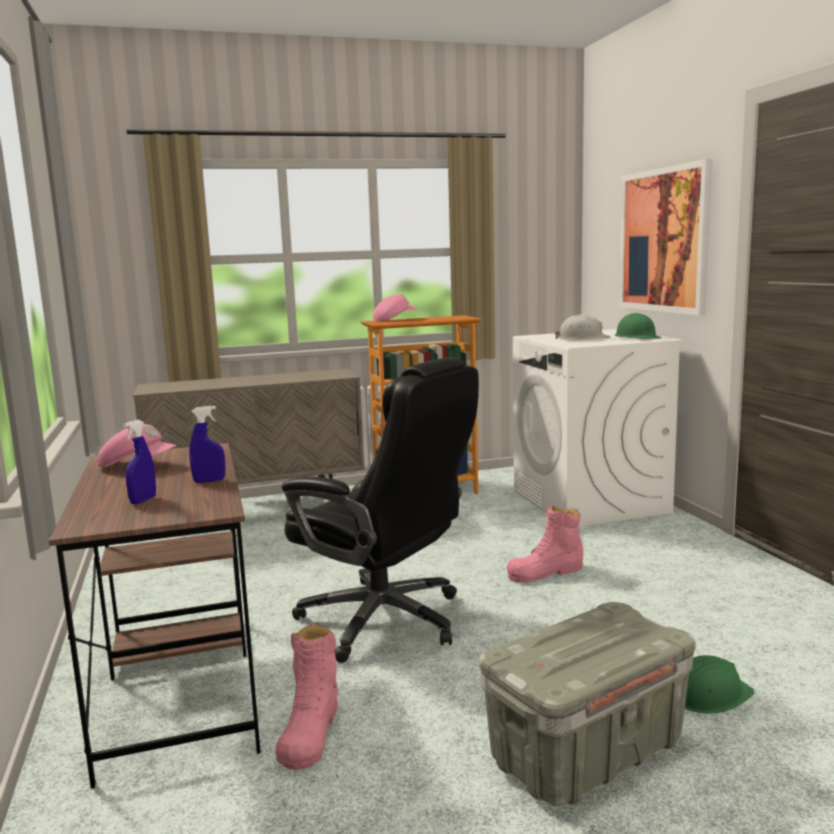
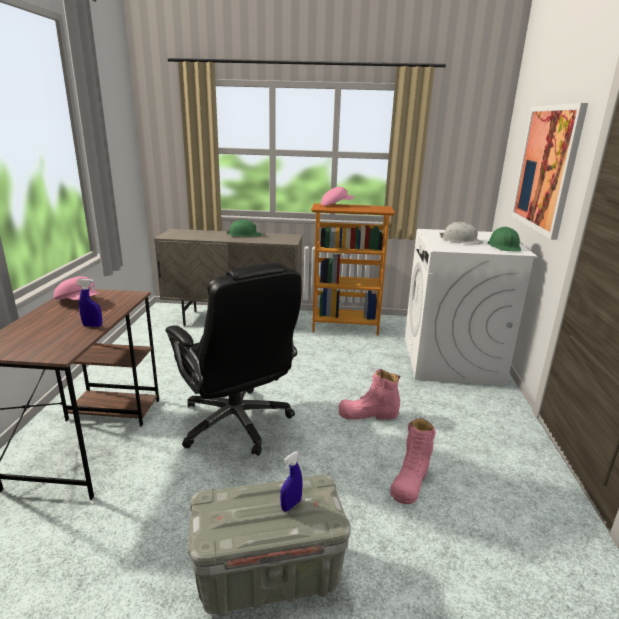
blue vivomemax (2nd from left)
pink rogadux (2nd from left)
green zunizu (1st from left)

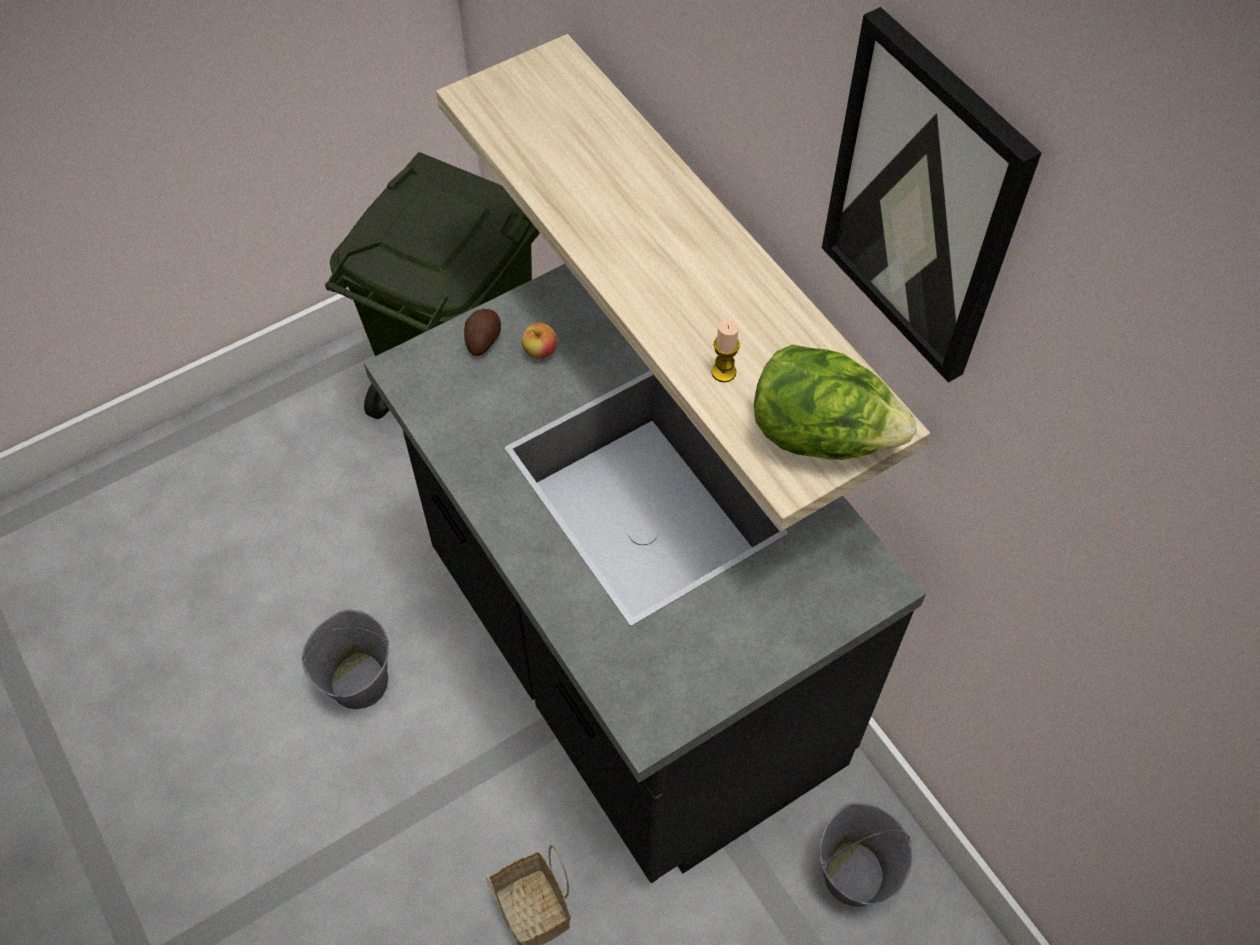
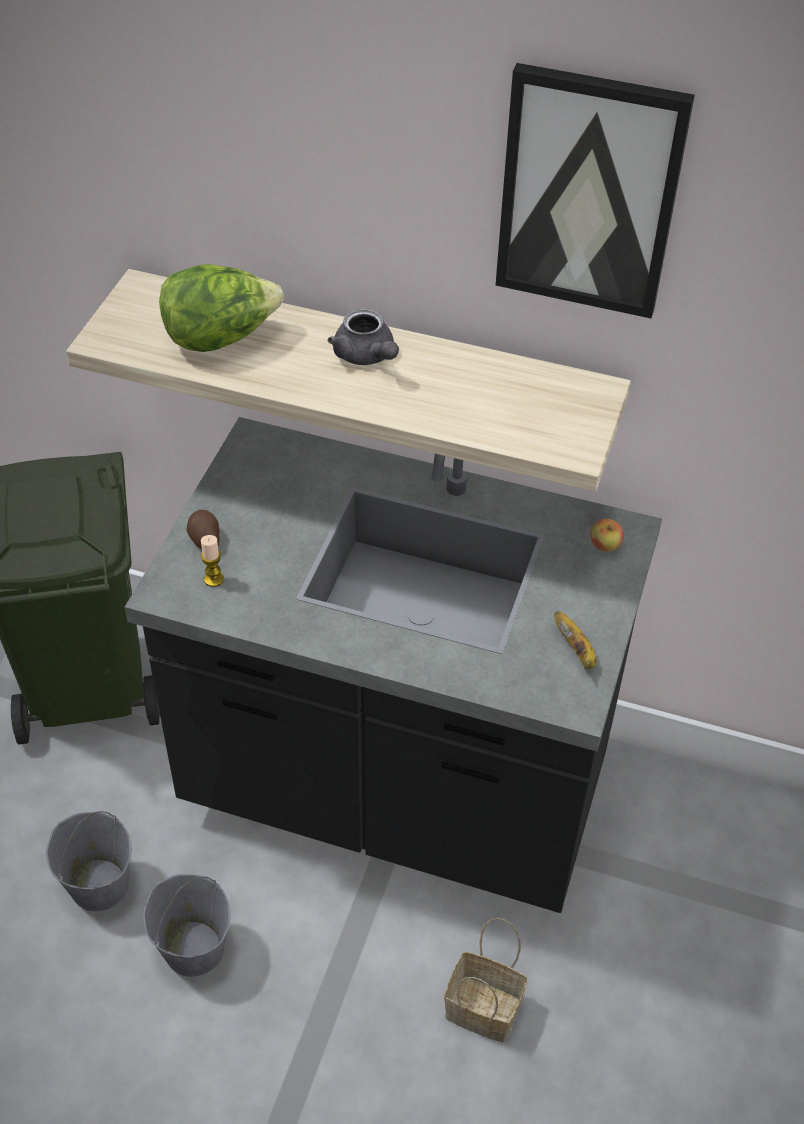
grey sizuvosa
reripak
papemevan
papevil
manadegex
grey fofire (1st from left)

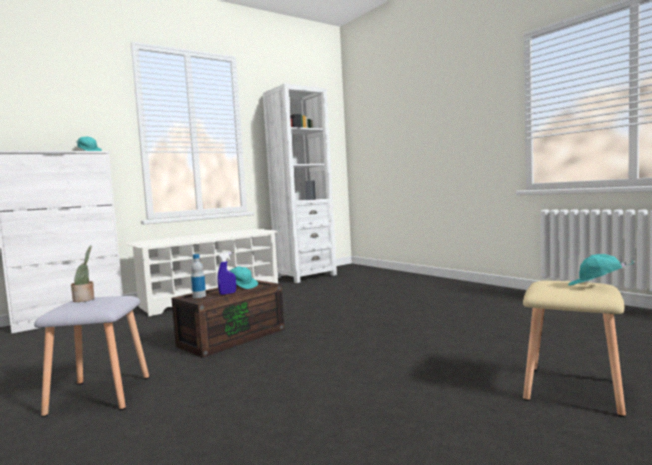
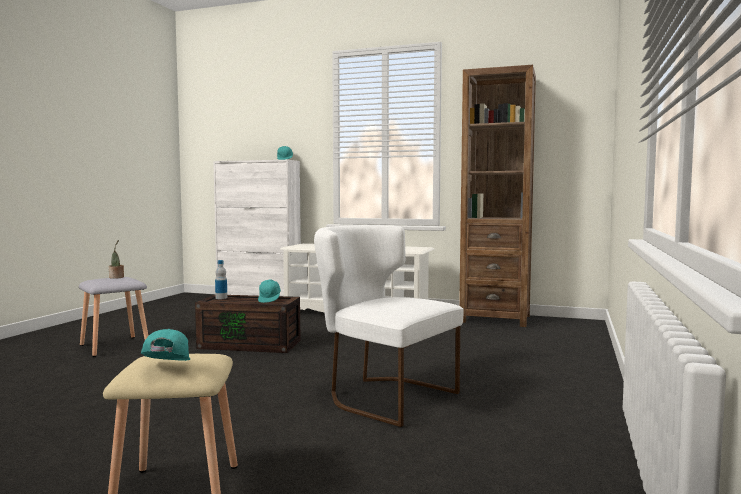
blue vivomemax
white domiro
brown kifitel

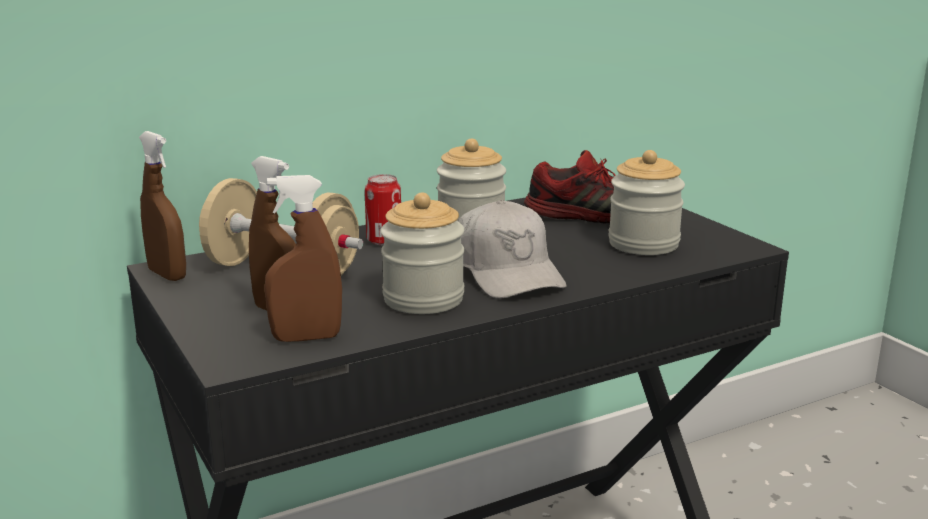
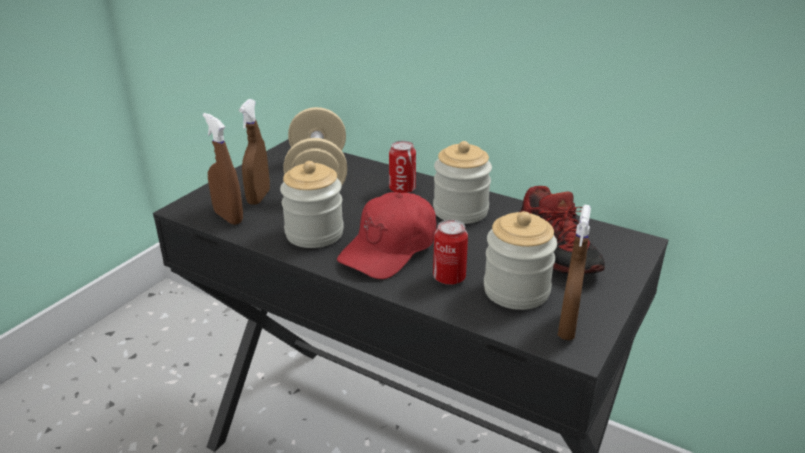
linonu (2nd from left)
brown vivomemax (3rd from left)
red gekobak

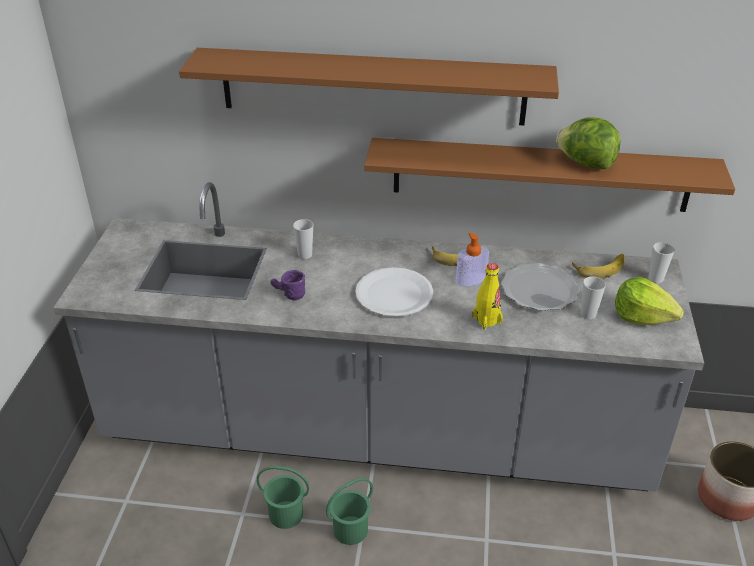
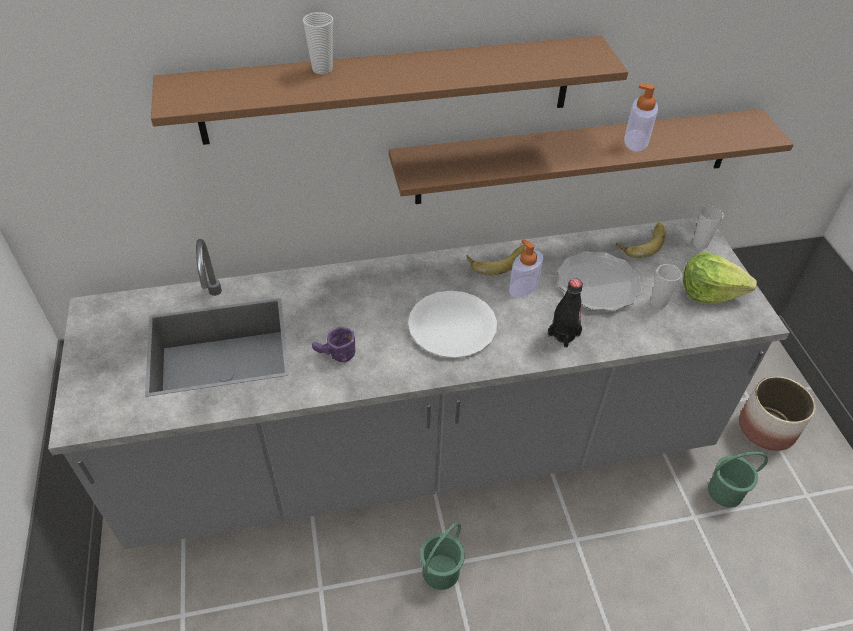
green fofire (2nd from left)
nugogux (1st from left)
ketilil (2nd from left)
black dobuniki

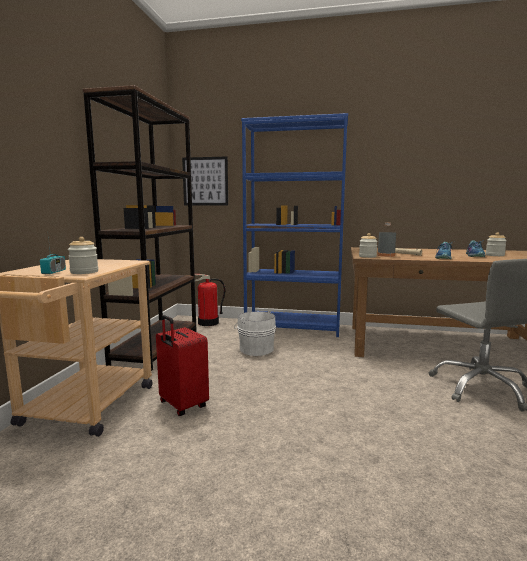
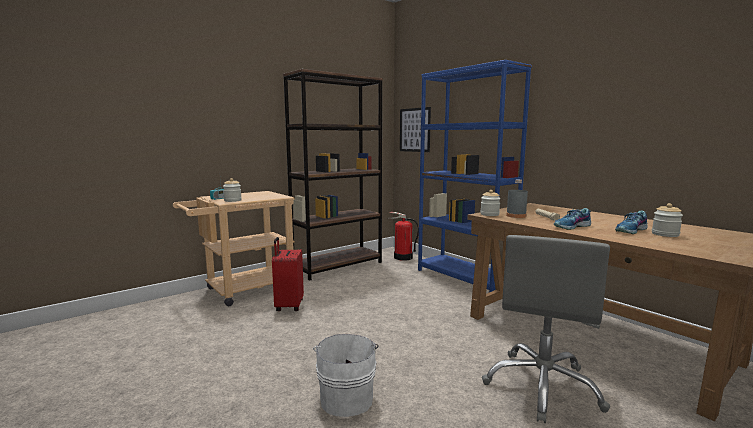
white fofire

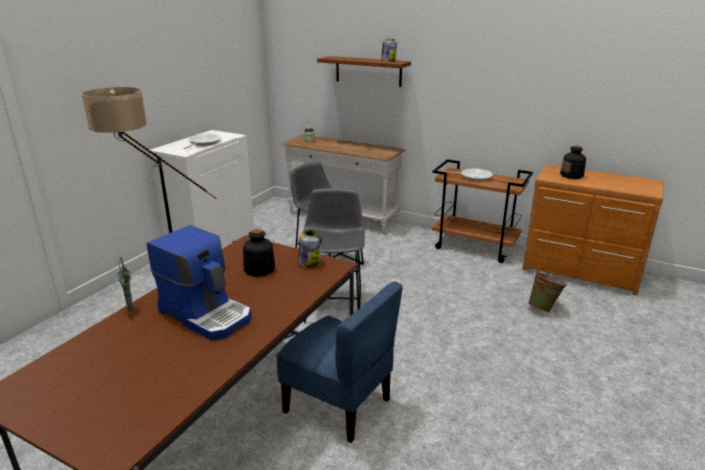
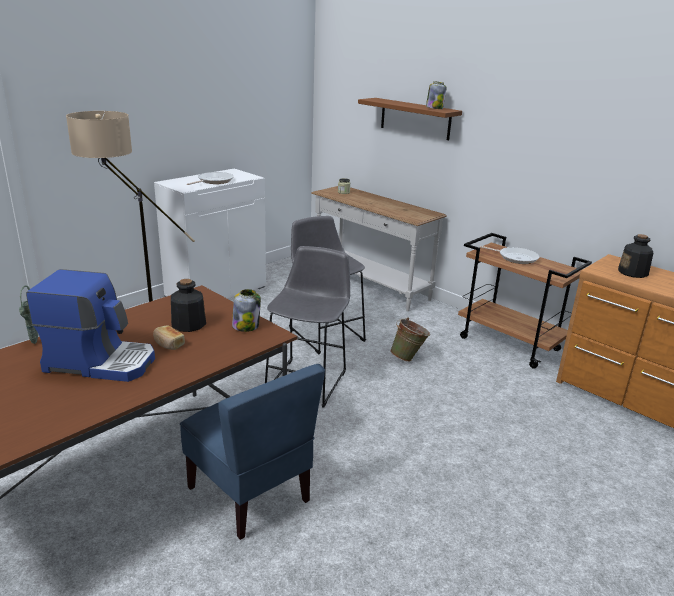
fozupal
green fofire
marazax

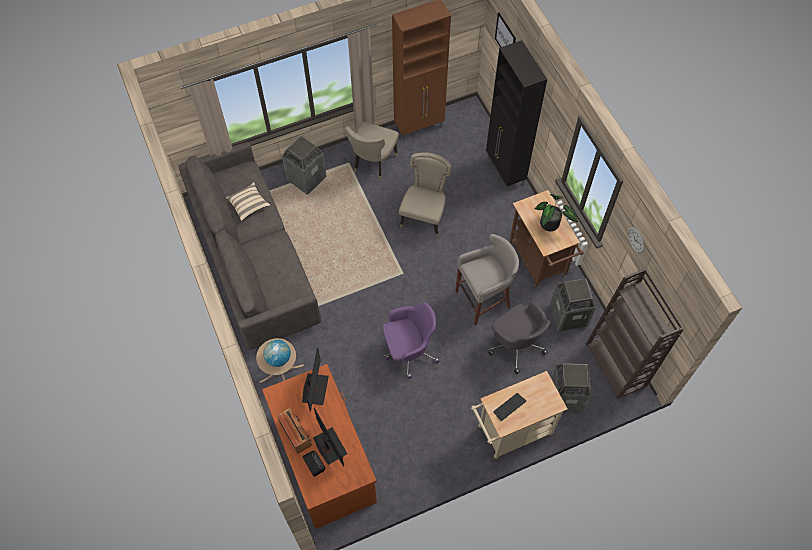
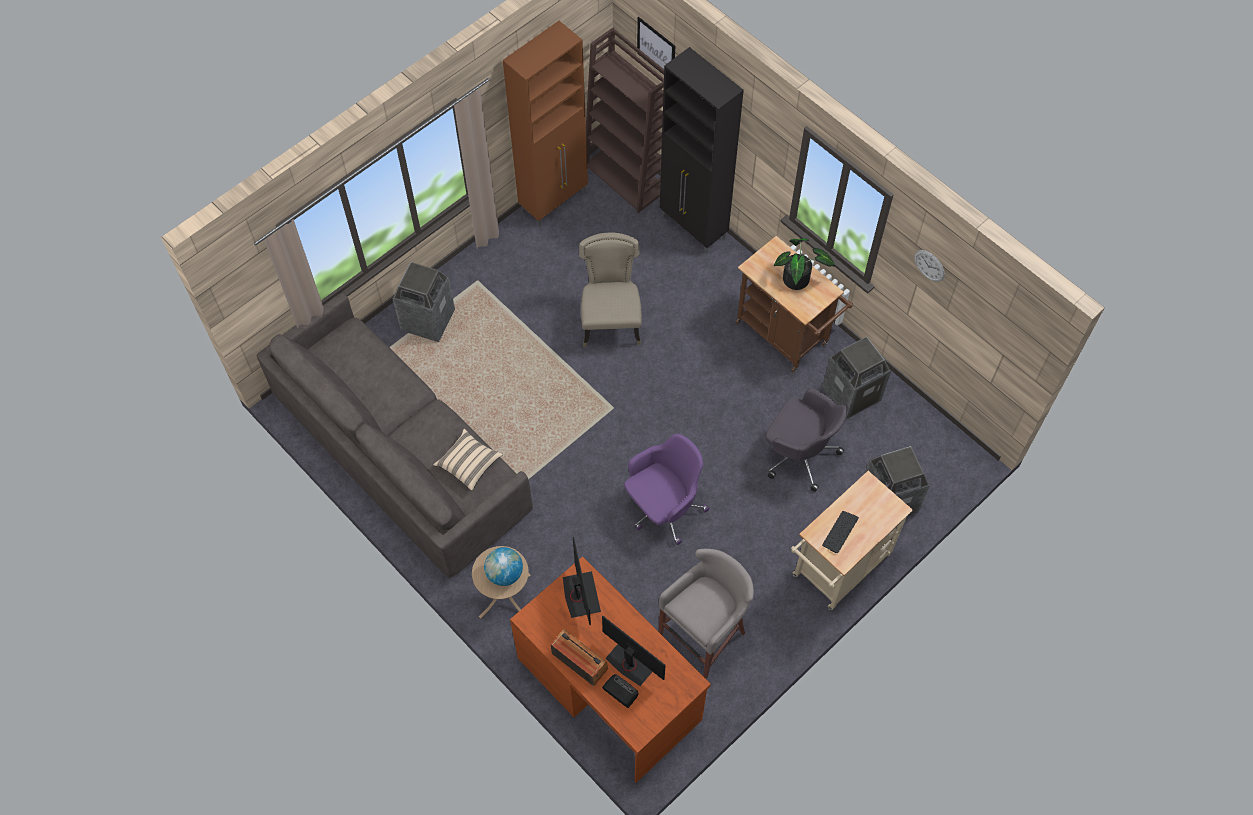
beige domiro (1st from left in the first image)
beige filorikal
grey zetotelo
brown kifitel

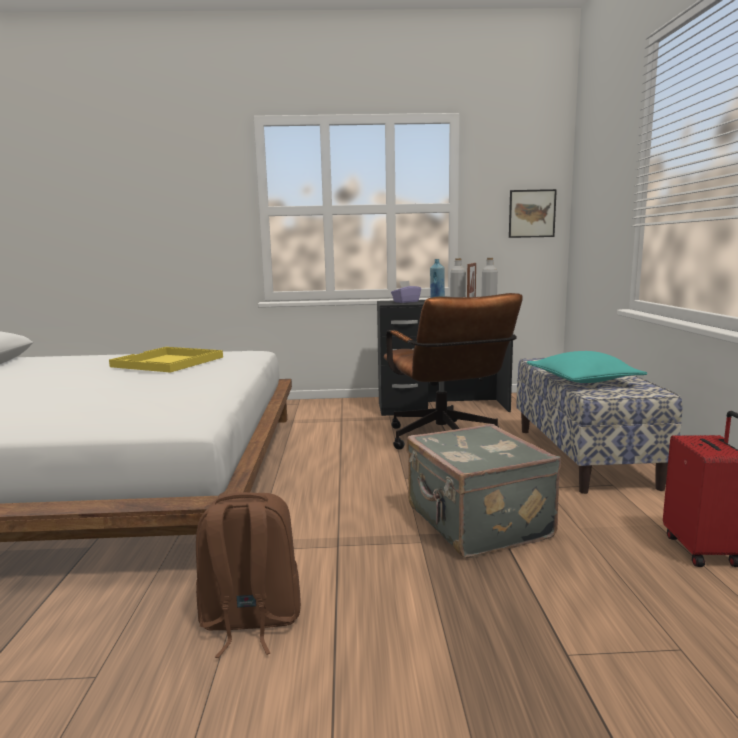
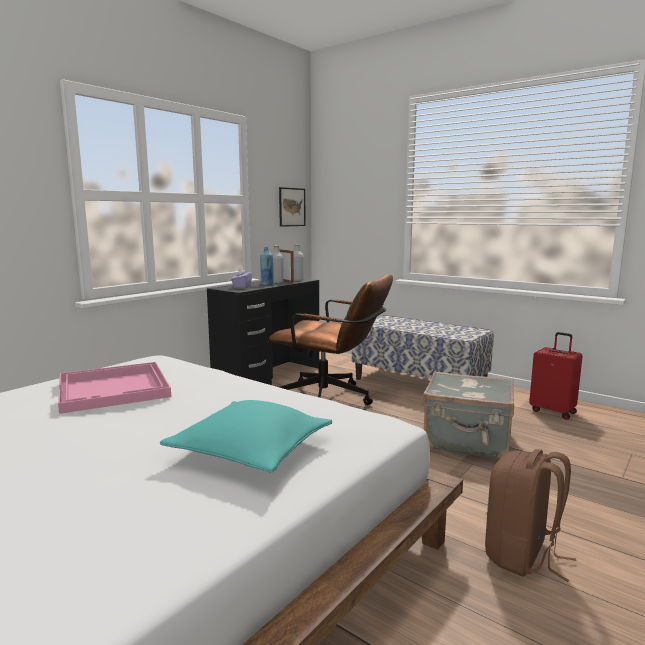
turquoise filorikal
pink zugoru

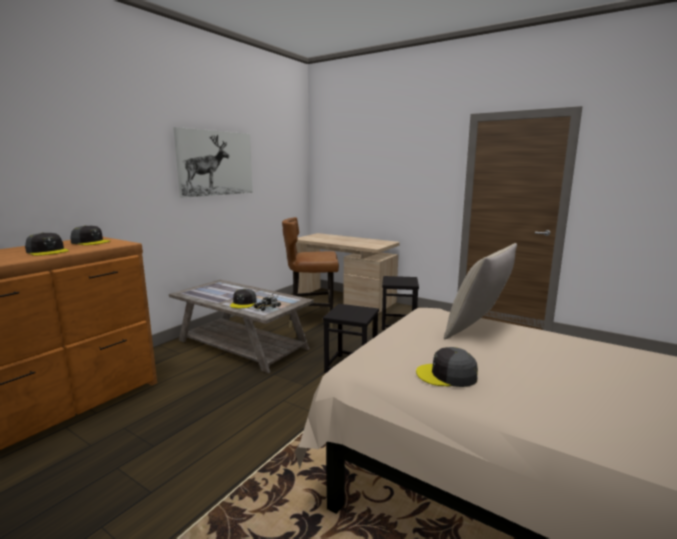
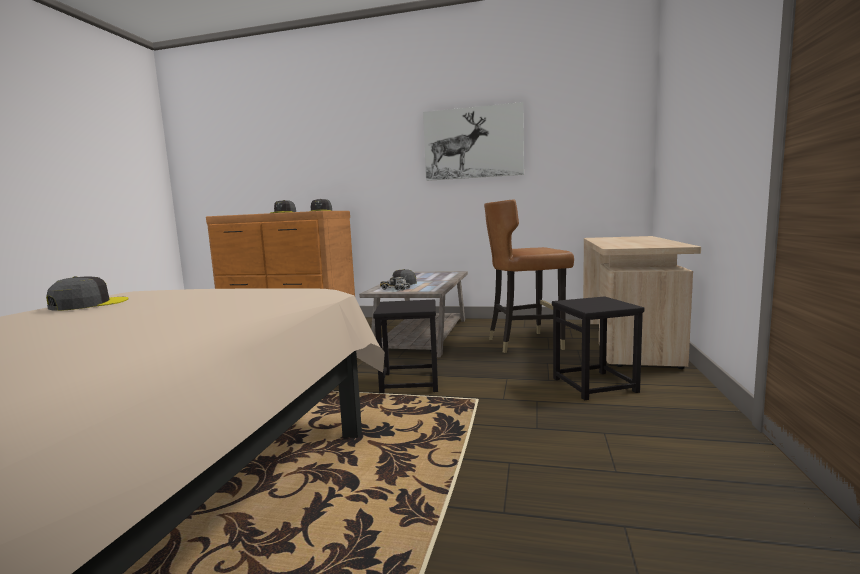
beige filorikal
brown domiro
grey gekobak (1st from left)

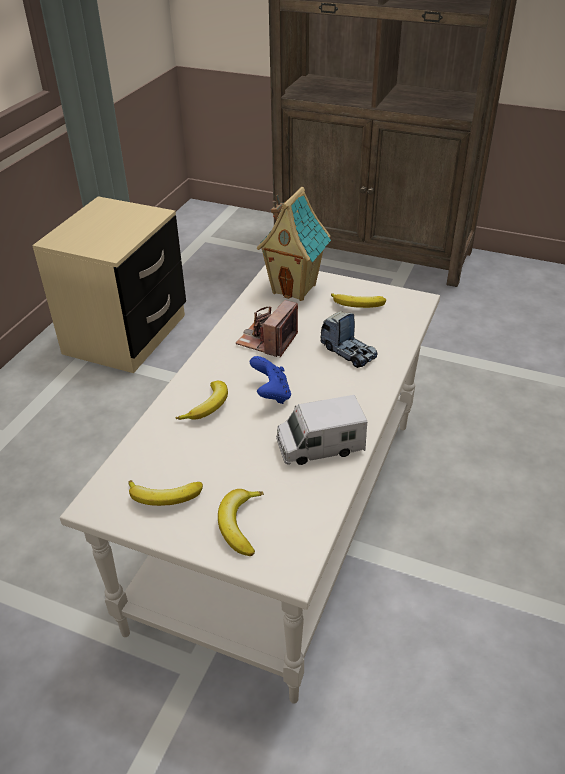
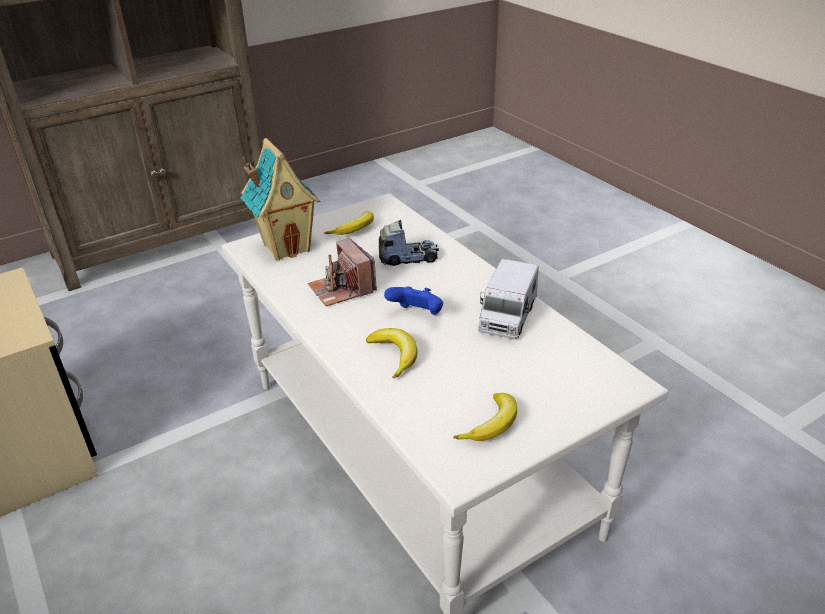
reripak (3rd from left in the first image)

